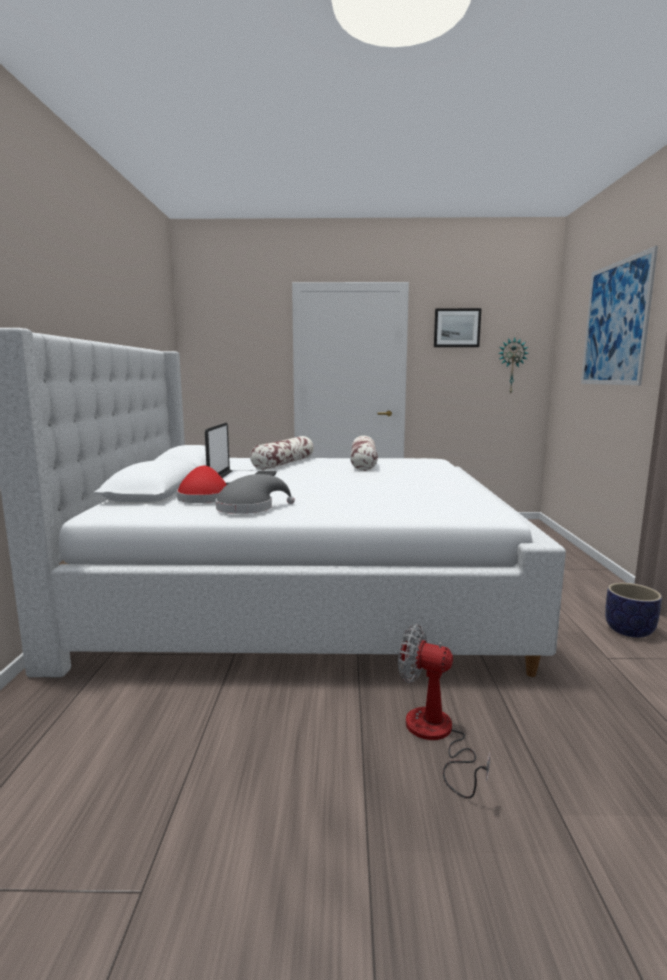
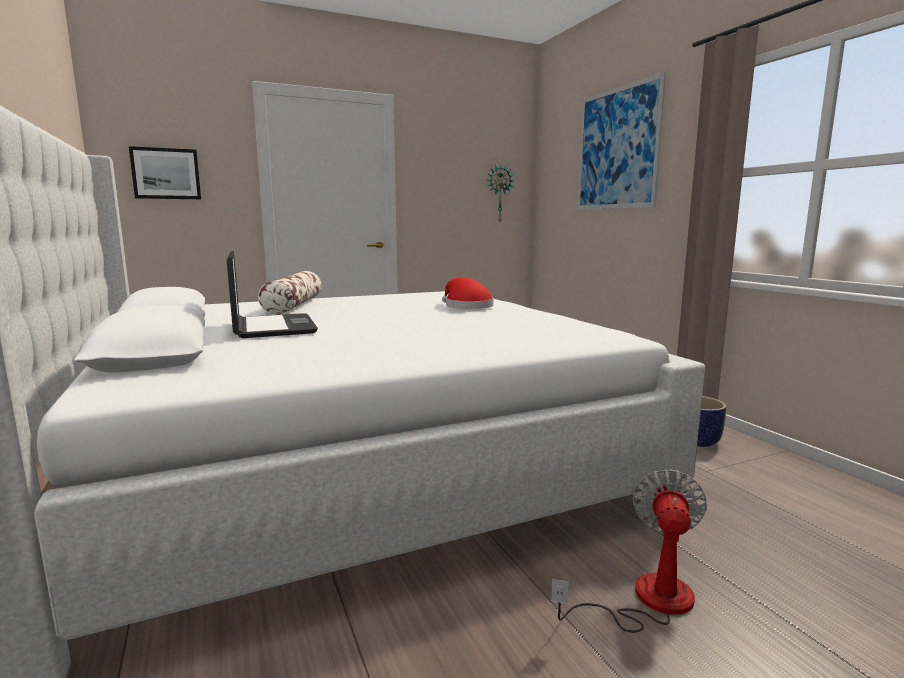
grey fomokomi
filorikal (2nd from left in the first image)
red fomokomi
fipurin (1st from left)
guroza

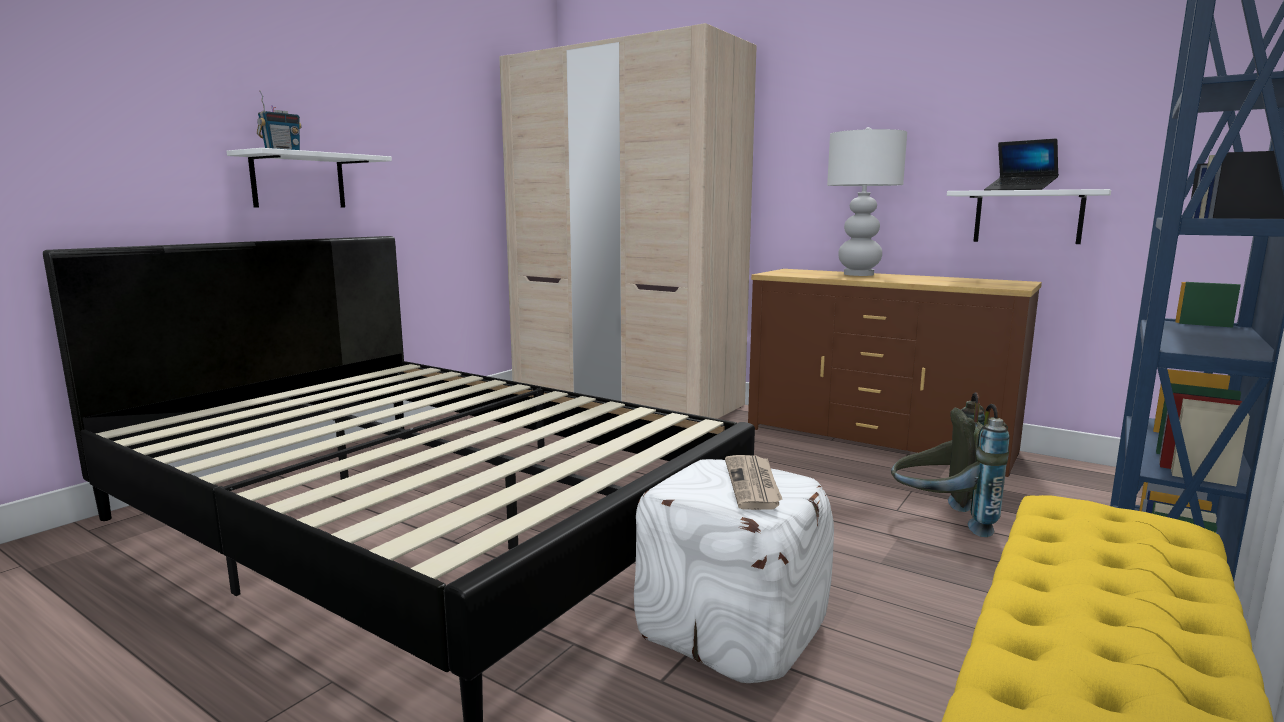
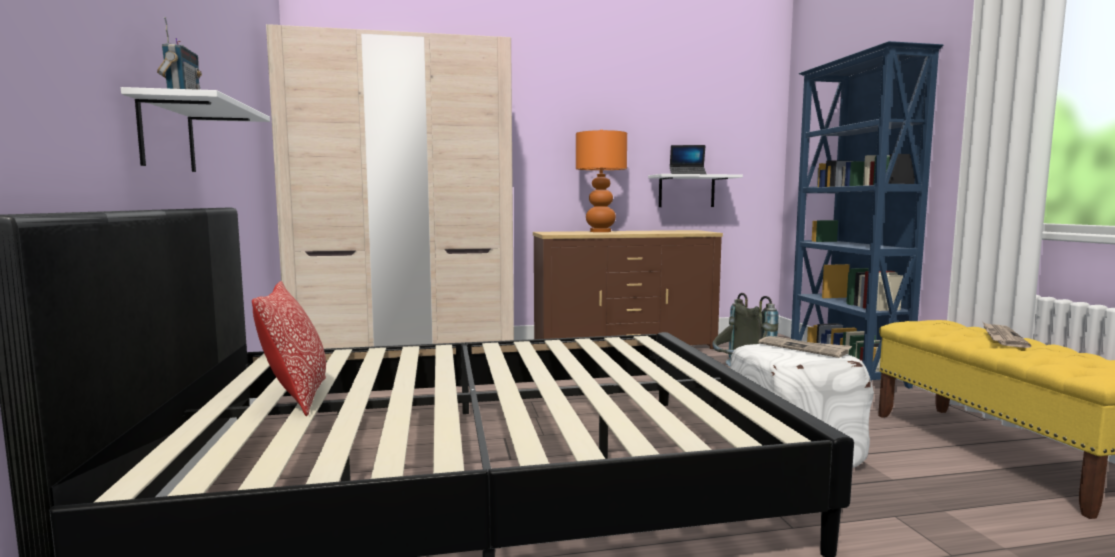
filorikal
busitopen (2nd from left)
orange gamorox

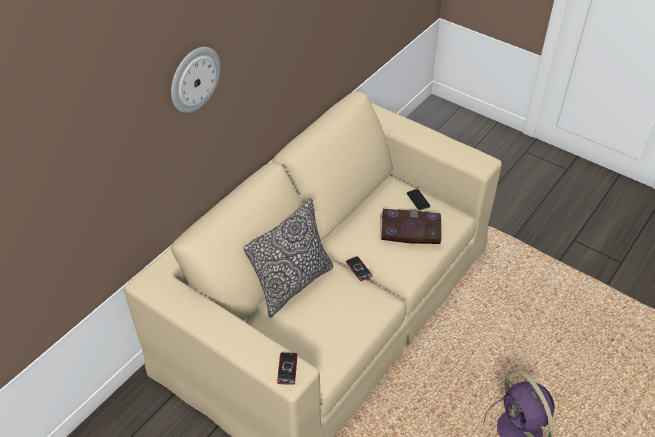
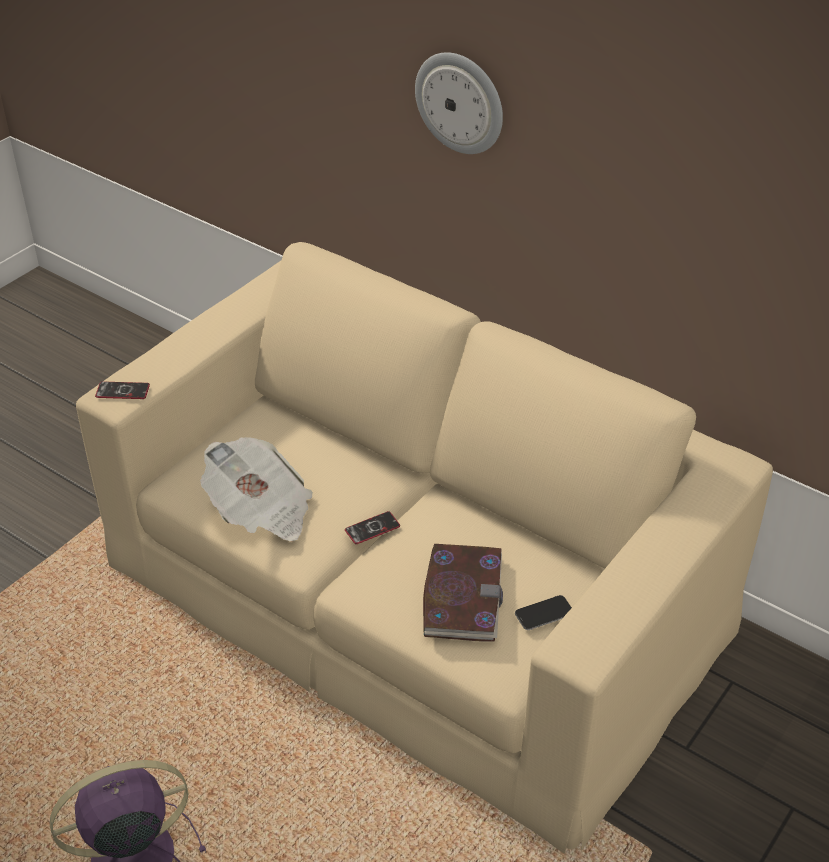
filorikal
busitopen

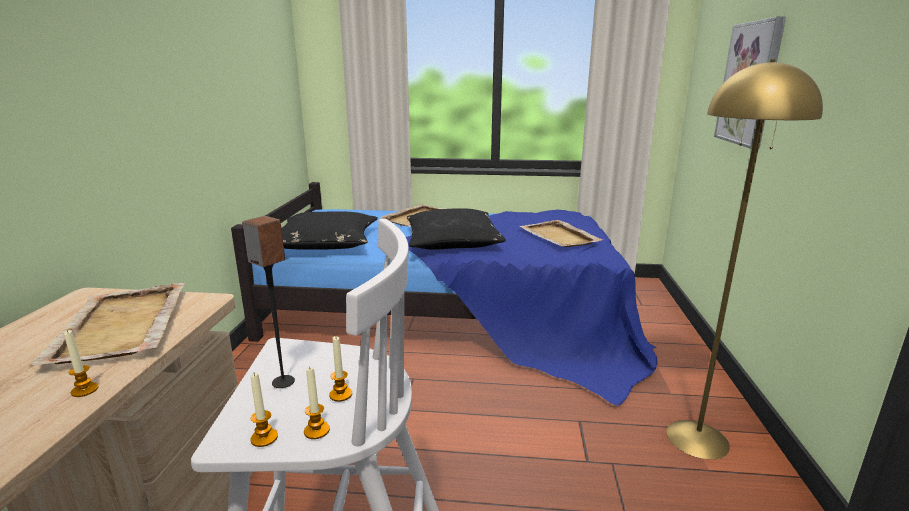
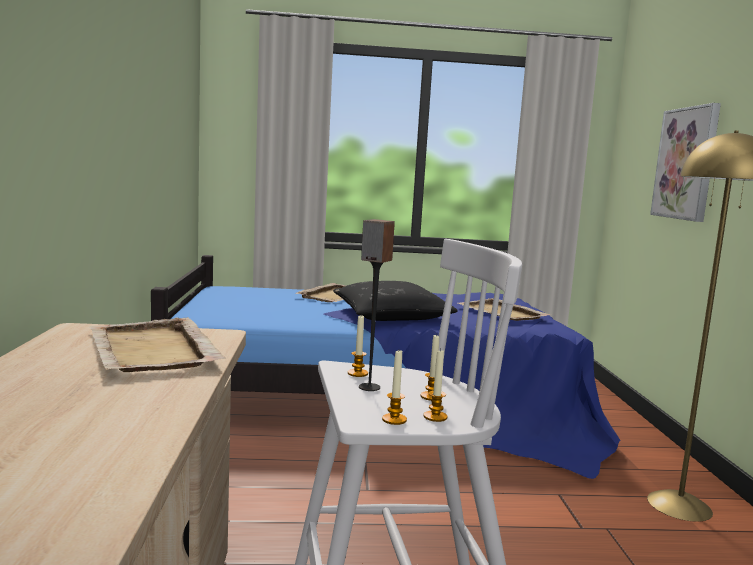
black filorikal (1st from left in the first image)
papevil (1st from left)

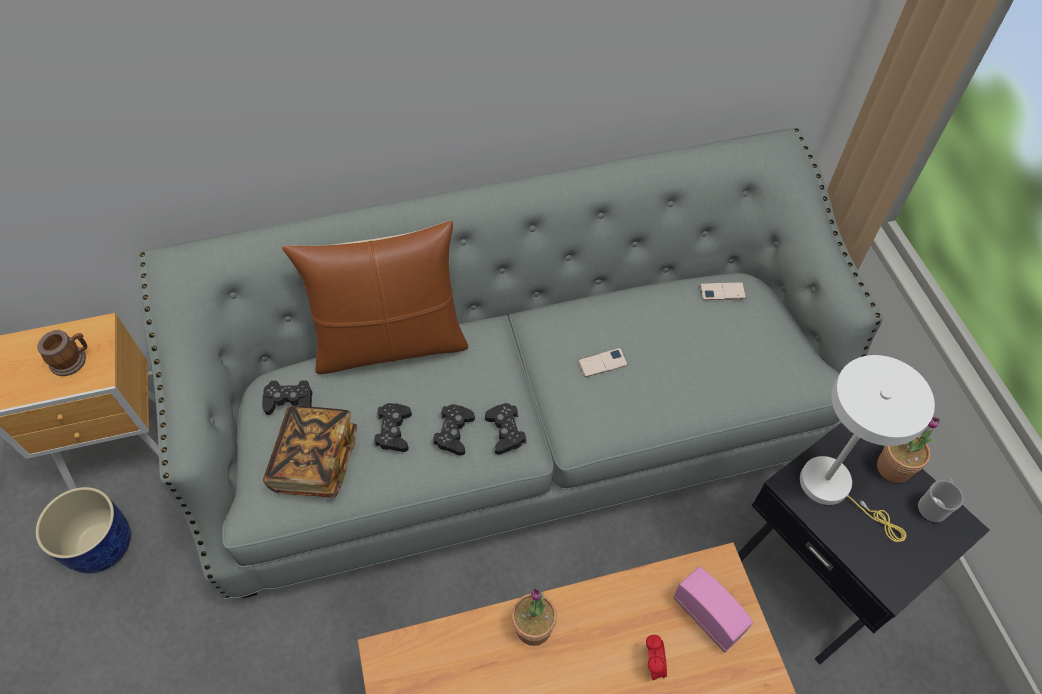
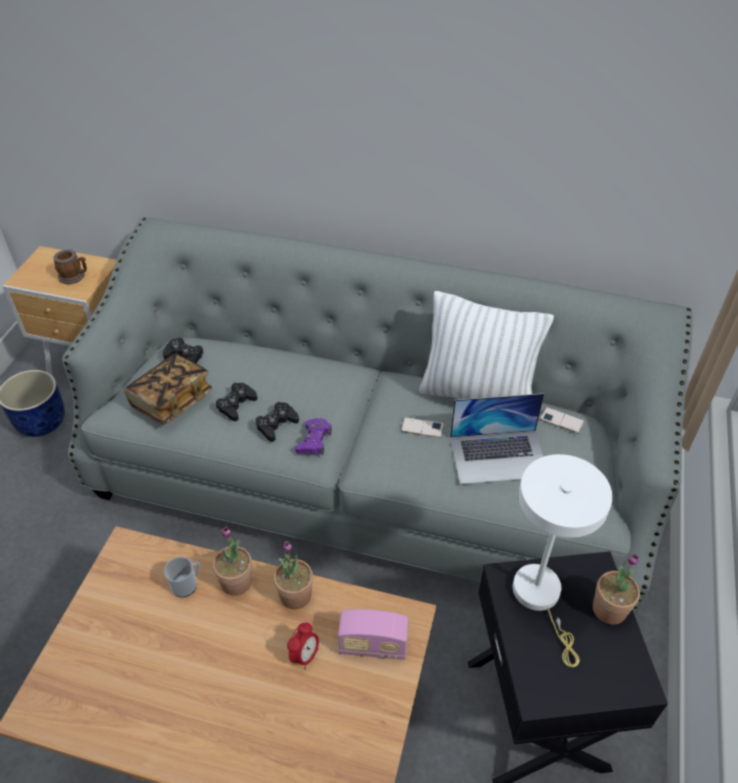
brown filorikal
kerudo (2nd from left)
white filorikal
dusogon
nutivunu (2nd from left)
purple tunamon
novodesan

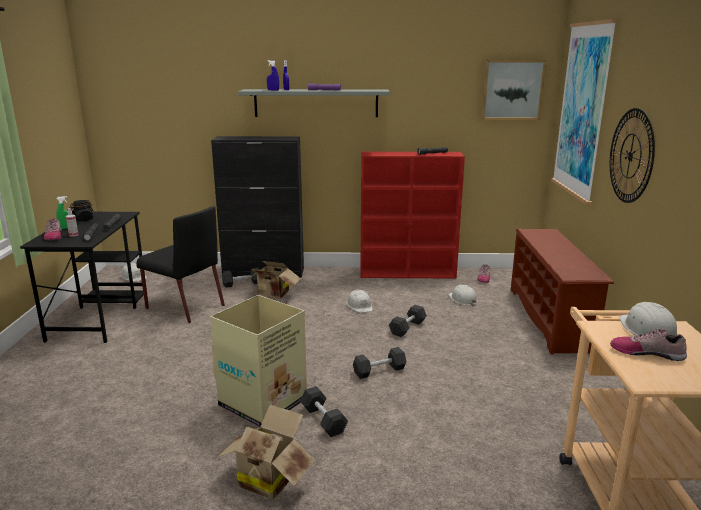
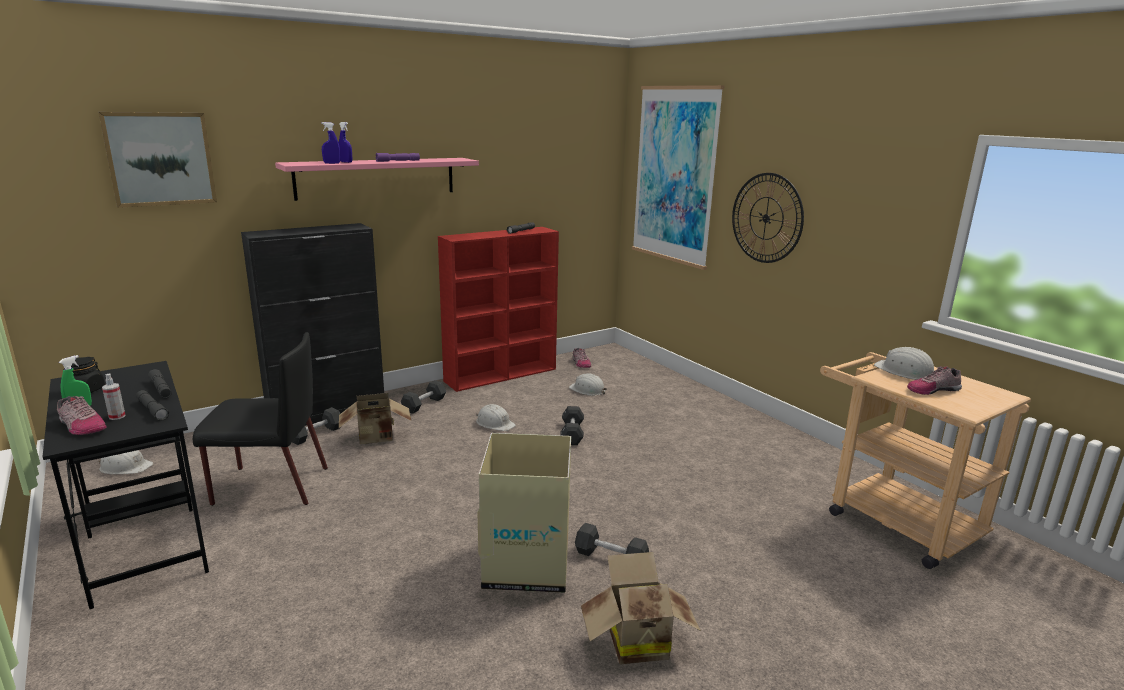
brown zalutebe
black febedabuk (2nd from left)
fipurin (1st from left)
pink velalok

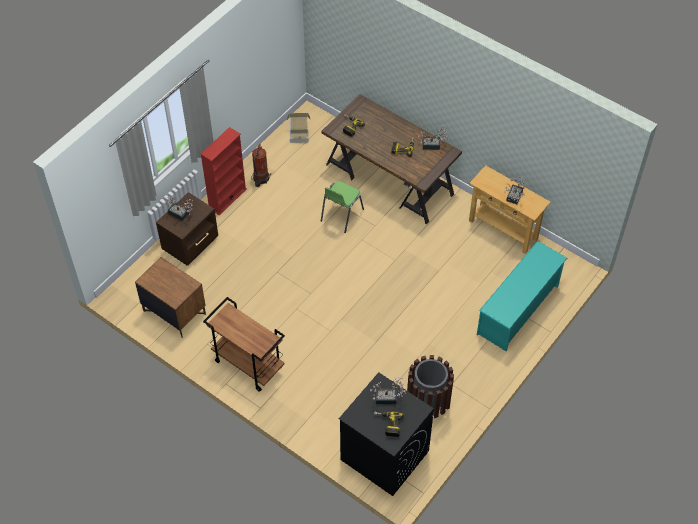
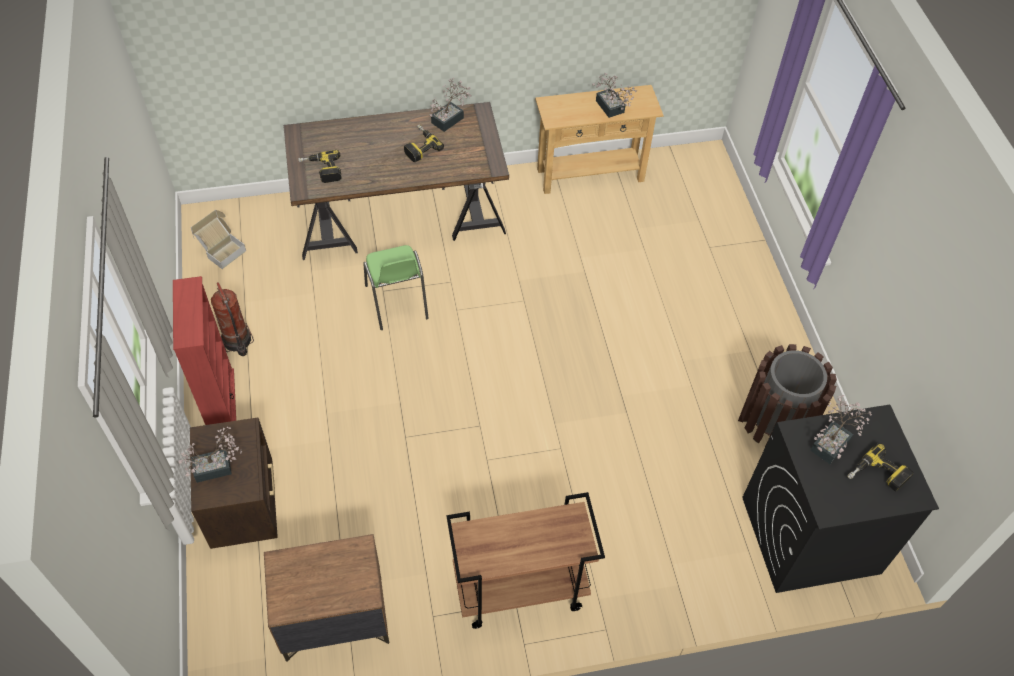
turquoise zalutebe

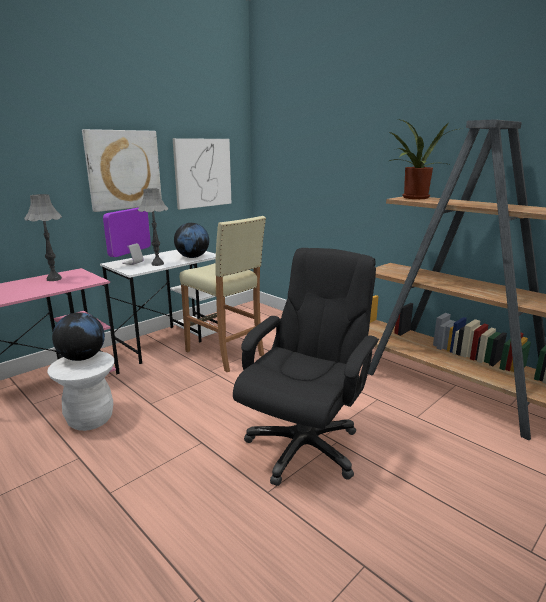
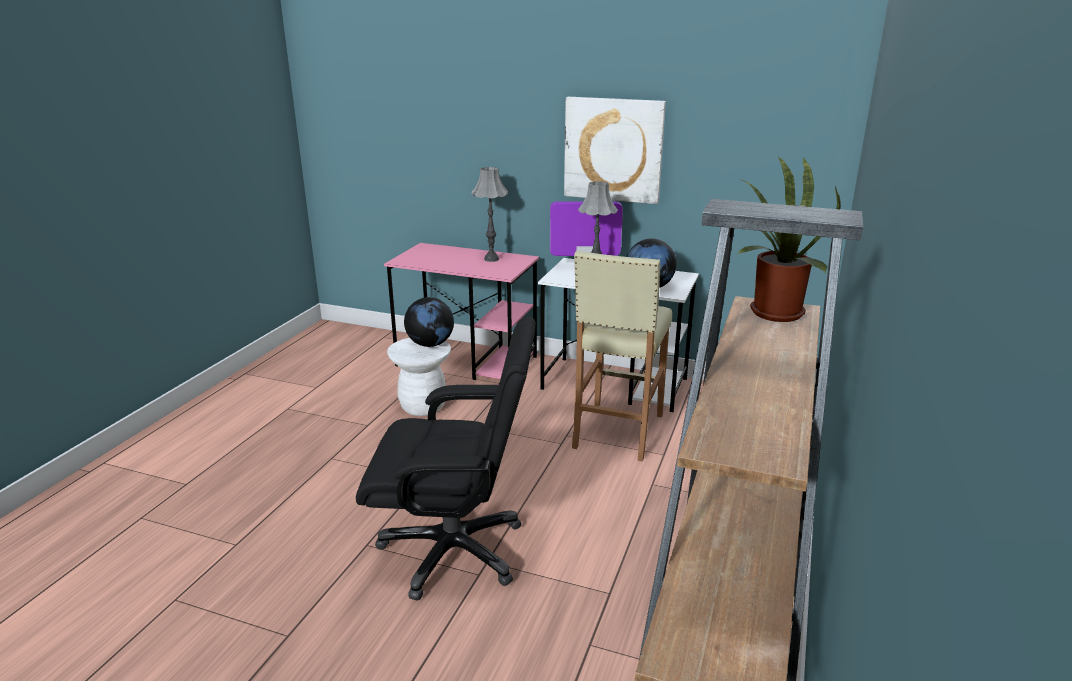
fipurin (2nd from left in the first image)

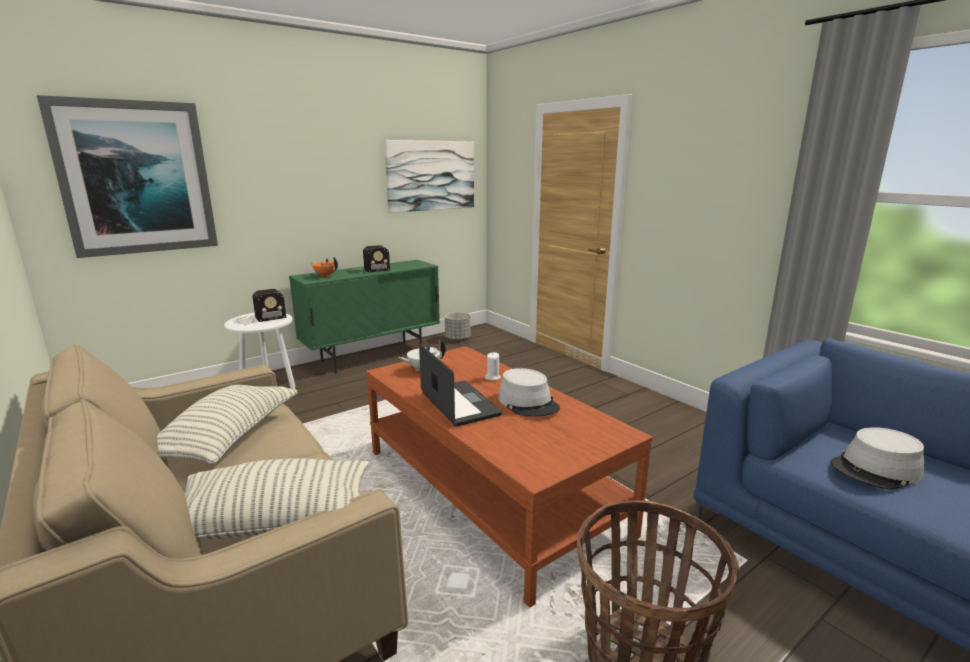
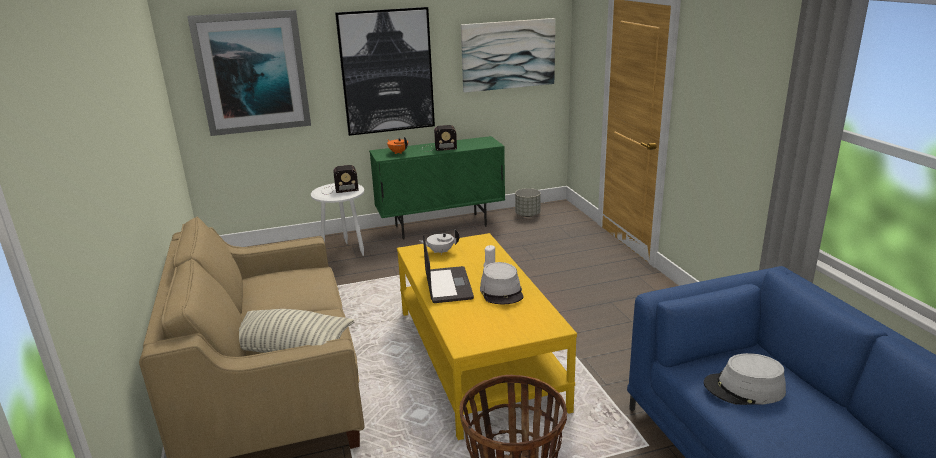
filorikal (1st from left in the first image)
fipurin (2nd from left)
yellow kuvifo

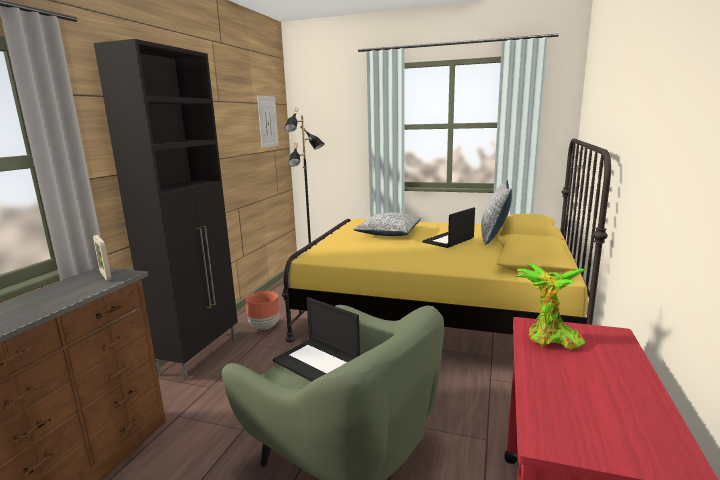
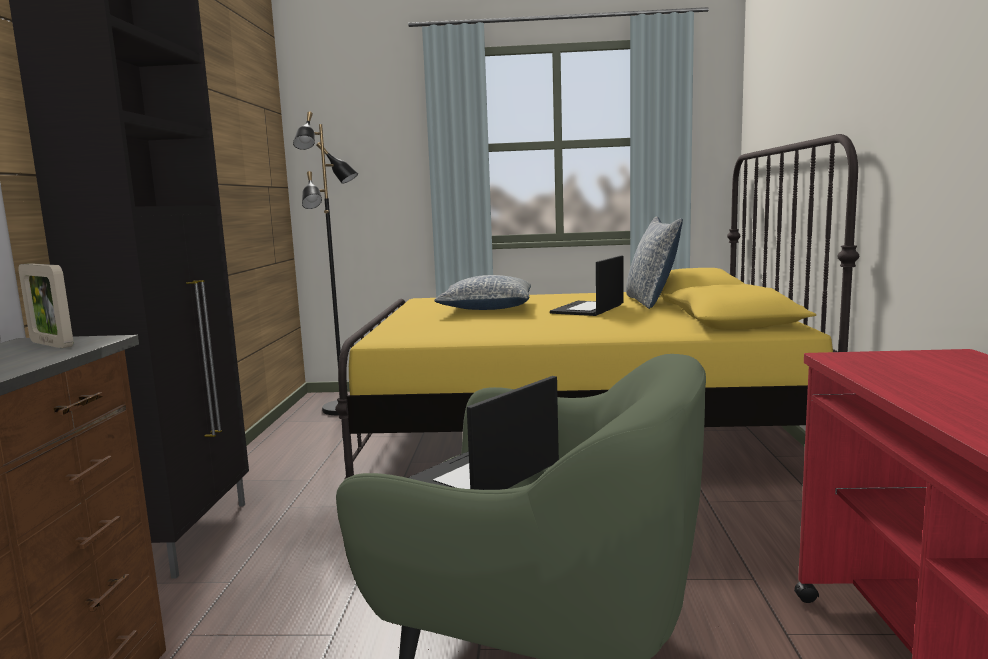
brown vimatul
fipurin
kerudo
dusogon (1st from left)

